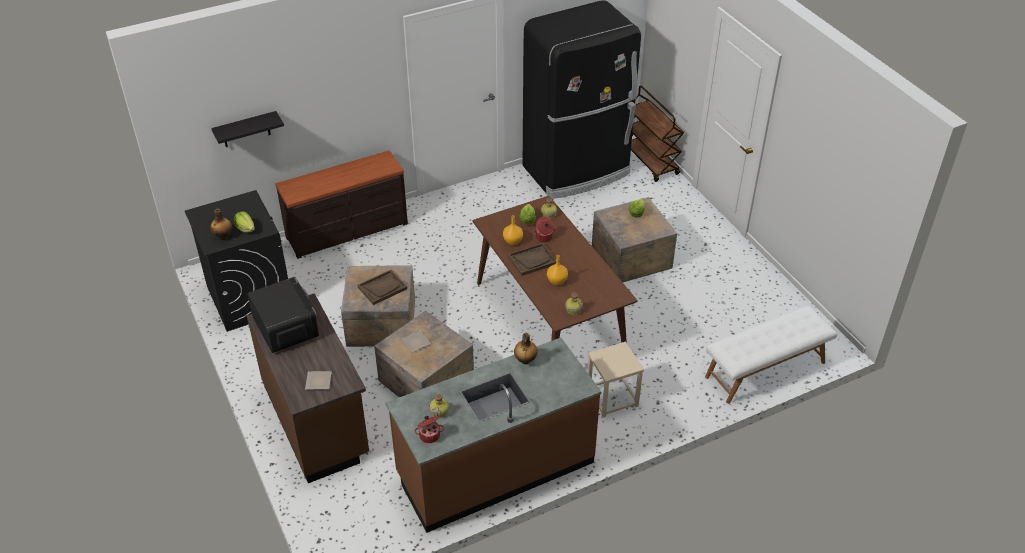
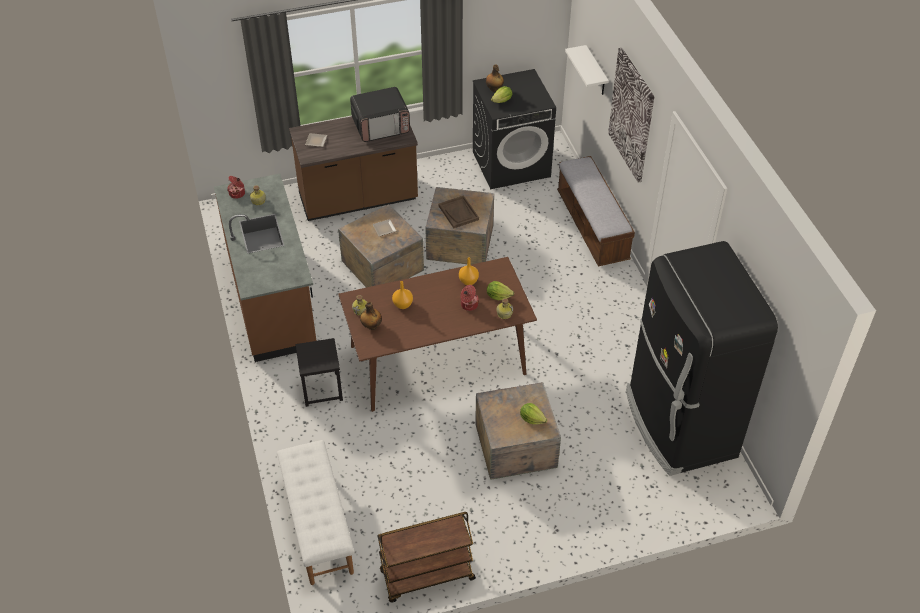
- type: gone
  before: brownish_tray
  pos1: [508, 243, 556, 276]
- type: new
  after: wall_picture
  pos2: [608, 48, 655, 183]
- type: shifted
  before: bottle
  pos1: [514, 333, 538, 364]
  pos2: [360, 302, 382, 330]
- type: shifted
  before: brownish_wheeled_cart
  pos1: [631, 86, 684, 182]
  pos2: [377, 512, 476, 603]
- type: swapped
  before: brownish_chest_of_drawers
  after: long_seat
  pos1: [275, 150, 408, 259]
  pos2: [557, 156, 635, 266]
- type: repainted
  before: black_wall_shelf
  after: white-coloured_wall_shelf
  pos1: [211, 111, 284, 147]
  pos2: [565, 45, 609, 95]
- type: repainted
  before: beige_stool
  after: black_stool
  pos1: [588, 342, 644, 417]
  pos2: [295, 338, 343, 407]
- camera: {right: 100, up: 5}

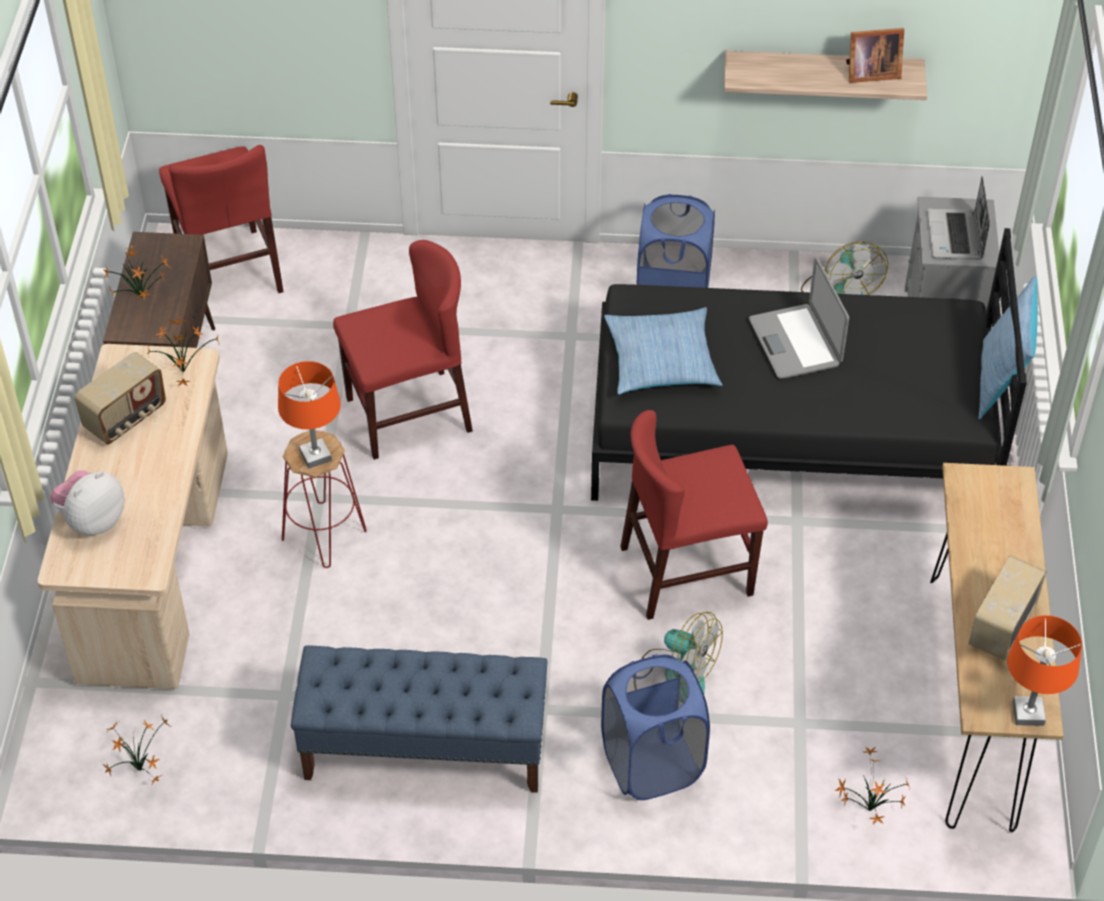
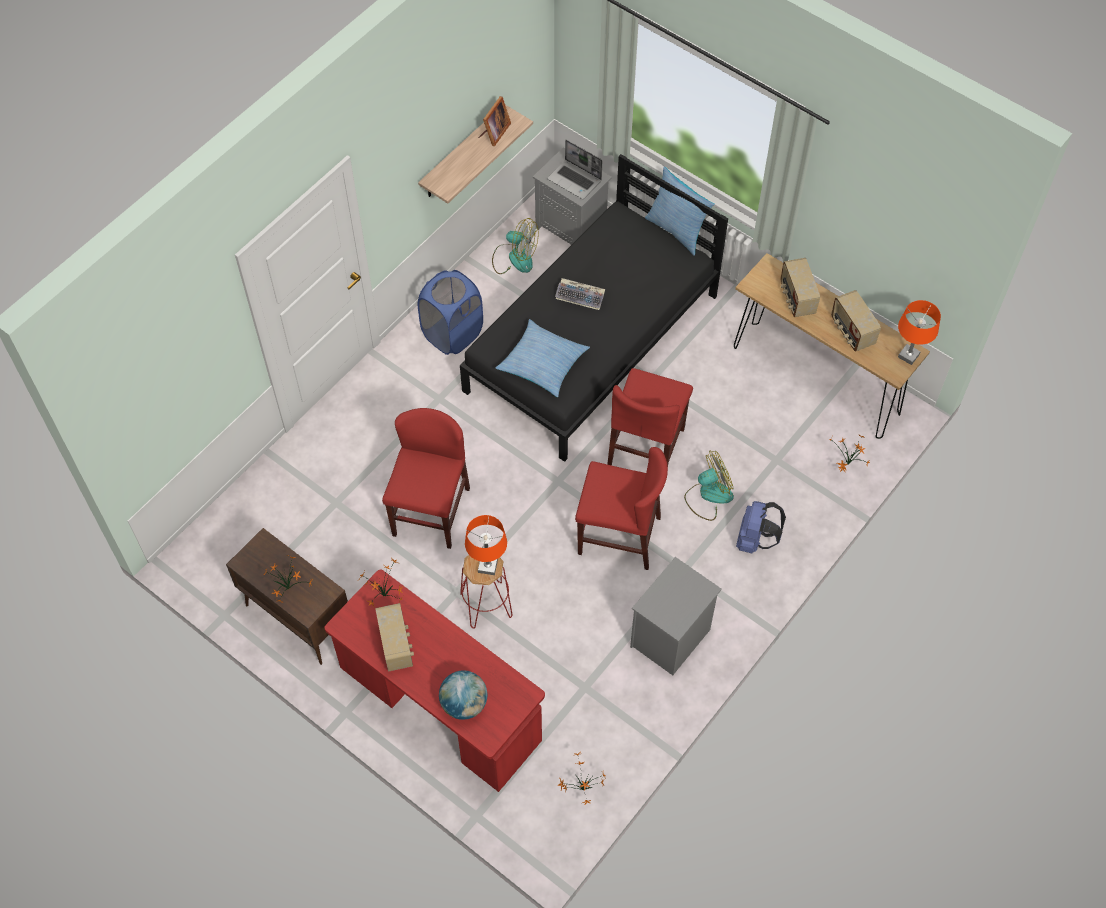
- type: new
  after: radio_receiver
  pos2: [781, 258, 820, 317]
- type: shifted
  before: red_plain_chair
  pos1: [159, 145, 284, 293]
  pos2: [575, 447, 668, 570]
- type: swapped
  before: soft_toy
  after: globe
  pos1: [50, 470, 125, 536]
  pos2: [439, 670, 487, 720]
- type: swapped
  before: blue_long_seat
  after: gray_night_table
  pos1: [291, 646, 547, 793]
  pos2: [630, 557, 722, 675]
- type: swapped
  before: blue_hamper
  after: blue_backpack
  pos1: [601, 654, 710, 800]
  pos2: [736, 501, 786, 554]
- type: swapped
  before: laptop
  after: computer_keyboard
  pos1: [749, 258, 849, 379]
  pos2: [555, 278, 605, 310]
- type: repainted
  before: beige_desk
  after: red_desk
  pos1: [37, 344, 228, 689]
  pos2: [324, 569, 545, 792]
- camera: {right: -55, up: 10}

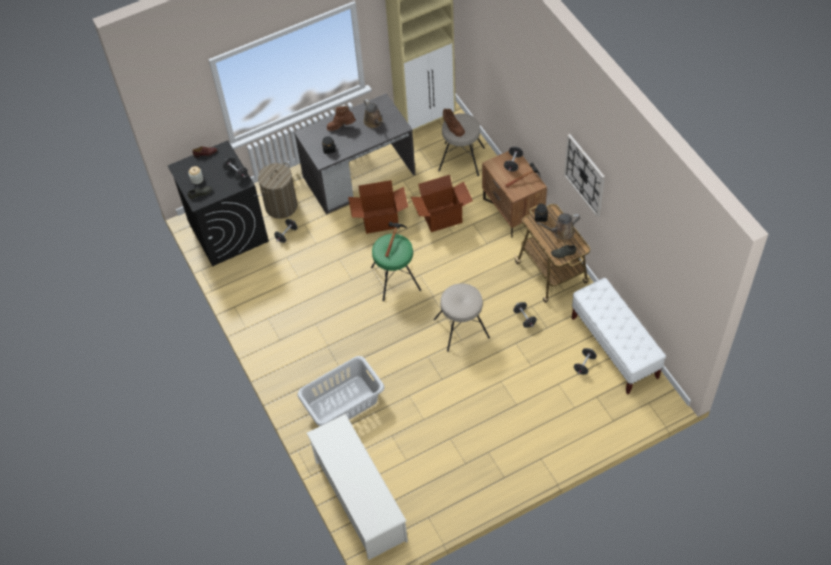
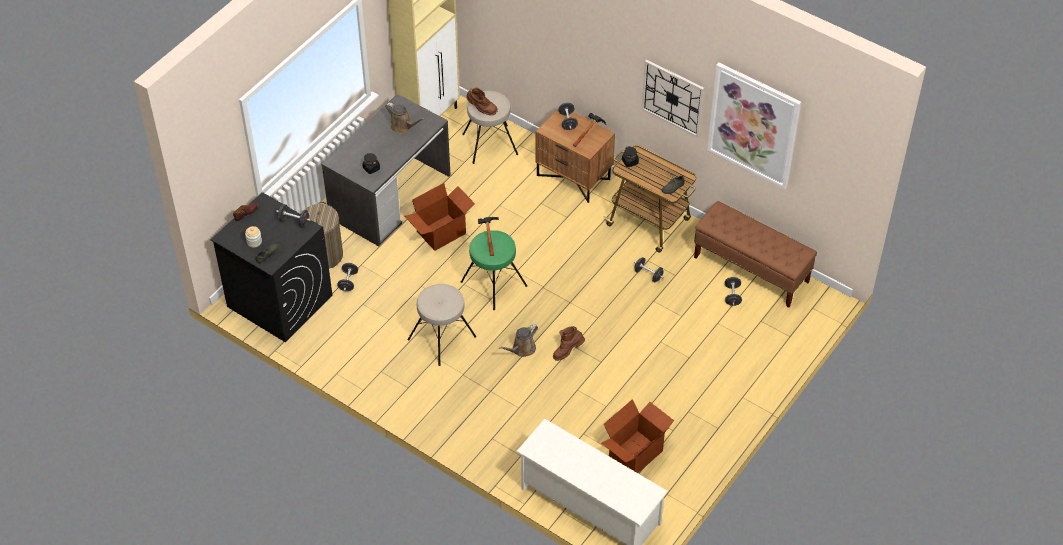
- type: gone
  before: gray_hamper
  pos1: [297, 356, 384, 426]
- type: new
  after: wall_picture
  pos2: [707, 63, 801, 189]
- type: shifted
  before: brownish_high-top_boot
  pos1: [327, 106, 356, 131]
  pos2: [553, 326, 585, 361]
- type: shifted
  before: cardboard_box
  pos1: [411, 175, 473, 232]
  pos2: [602, 399, 674, 473]
- type: shifted
  before: beige_stool
  pos1: [434, 283, 490, 352]
  pos2: [407, 284, 476, 366]
- type: shifted
  before: brownish_watering_pot
  pos1: [537, 213, 580, 240]
  pos2: [499, 324, 538, 357]
- type: repainted
  before: white-coloured_long_seat
  after: brownish_long_seat
  pos1: [572, 278, 666, 395]
  pos2: [694, 201, 817, 308]
- camera: {right: -30, up: -5}

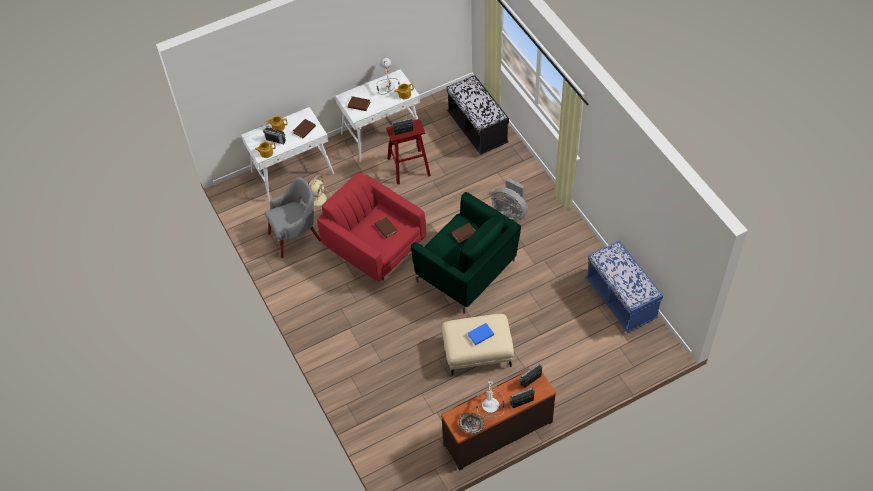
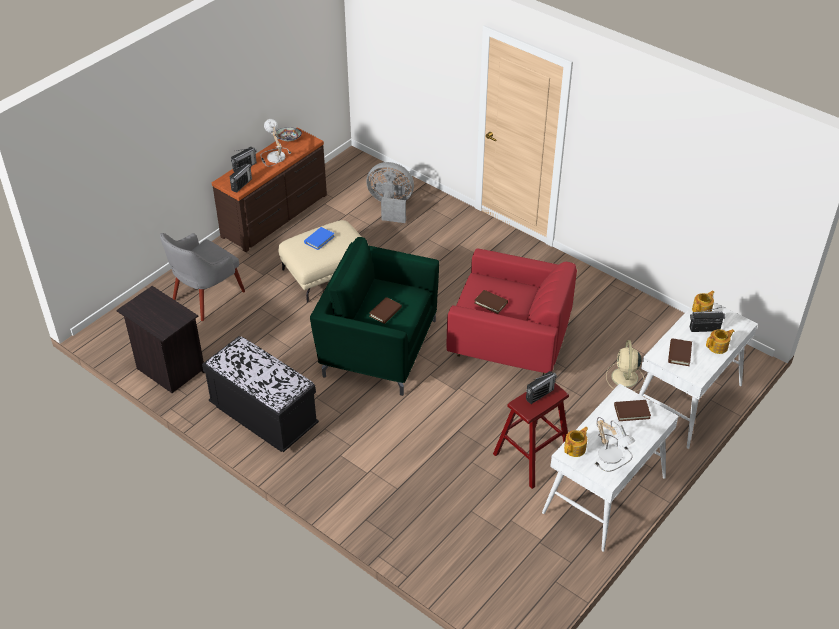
- type: shifted
  before: gray_lounge_chair
  pos1: [265, 177, 321, 258]
  pos2: [160, 233, 245, 321]
- type: shifted
  before: black_long_seat
  pos1: [447, 75, 509, 155]
  pos2: [202, 336, 319, 452]
- type: shifted
  before: gray_fan
  pos1: [491, 178, 528, 220]
  pos2: [366, 162, 414, 223]
- type: swapped
  before: blue_long_seat
  after: black_night_table
  pos1: [586, 241, 663, 332]
  pos2: [116, 286, 205, 393]
- camera: {right: 155, up: -10}

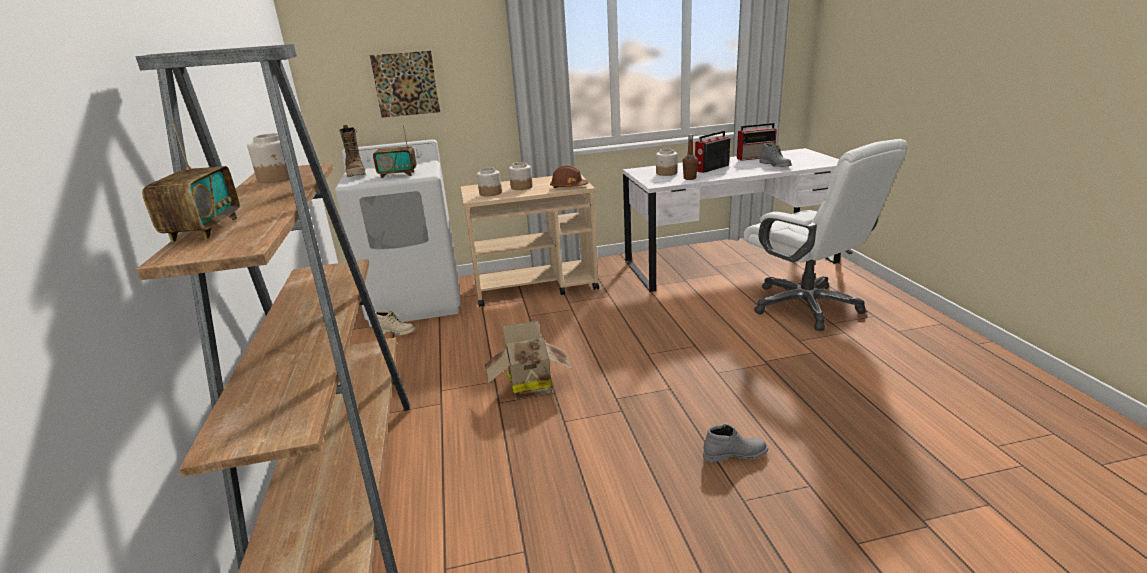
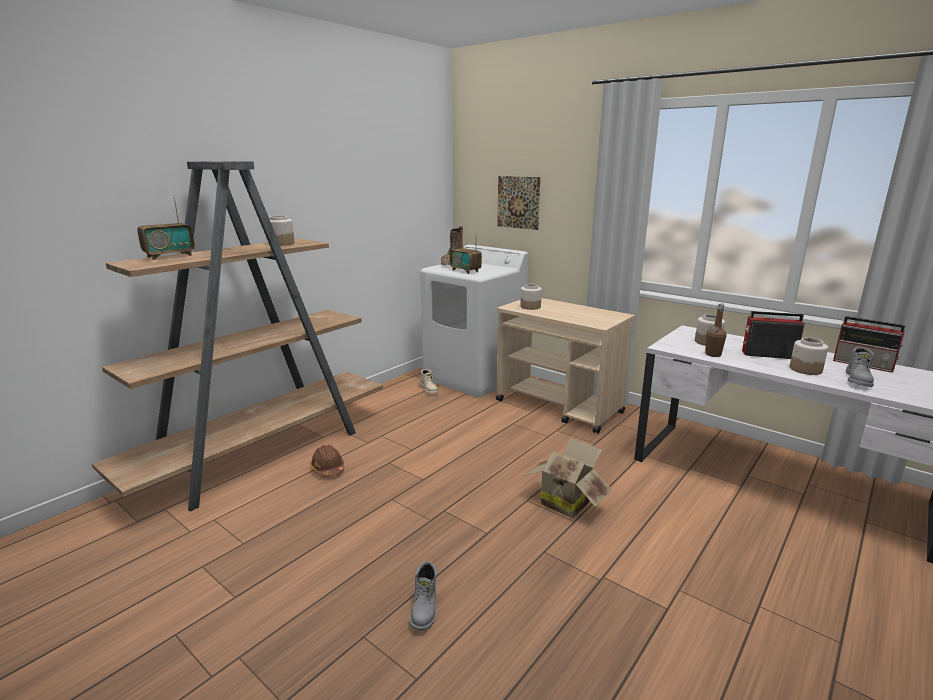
- type: gone
  before: white-coloured_office_chair
  pos1: [743, 139, 908, 331]
- type: shifted
  before: cardboard_box
  pos1: [485, 321, 572, 399]
  pos2: [524, 438, 612, 518]
- type: shifted
  before: storage_jar
  pos1: [509, 162, 533, 190]
  pos2: [790, 337, 828, 375]
- type: shifted
  before: brownish_hard_hat
  pos1: [550, 165, 589, 188]
  pos2: [310, 445, 344, 477]
- type: rotated
  before: gray_high-top_boot
  pos1: [703, 424, 768, 463]
  pos2: [409, 561, 437, 631]
  turn: 45
- camera: {right: 50, up: -5}

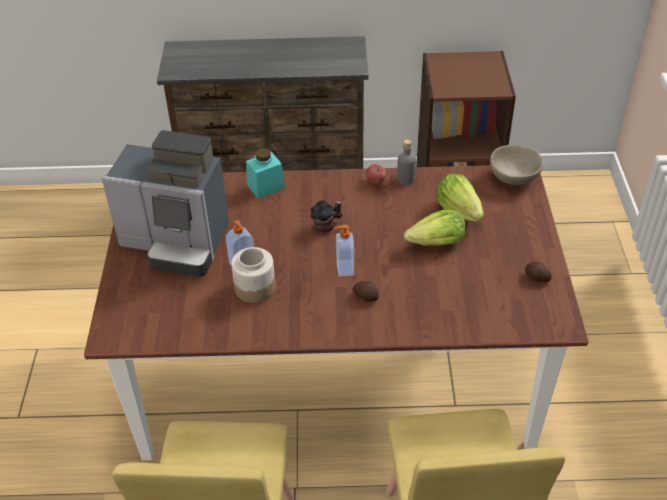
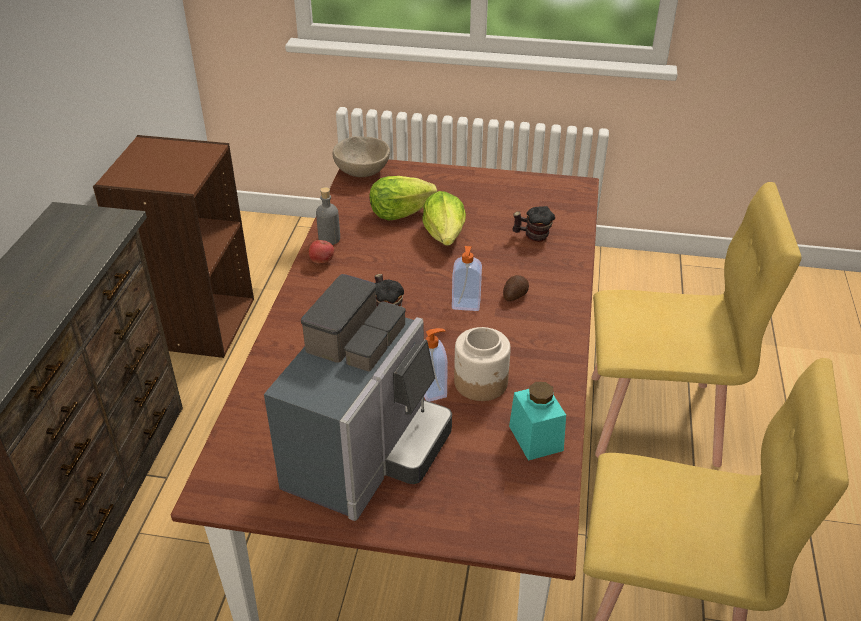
- type: gone
  before: whole_potato
  pos1: [525, 262, 552, 282]
- type: new
  after: coffee_mug
  pos2: [513, 206, 555, 242]
- type: shifted
  before: turquoise-coloured_storage_jar
  pos1: [246, 148, 285, 199]
  pos2: [509, 382, 566, 461]
- camera: {right: -80, up: -5}

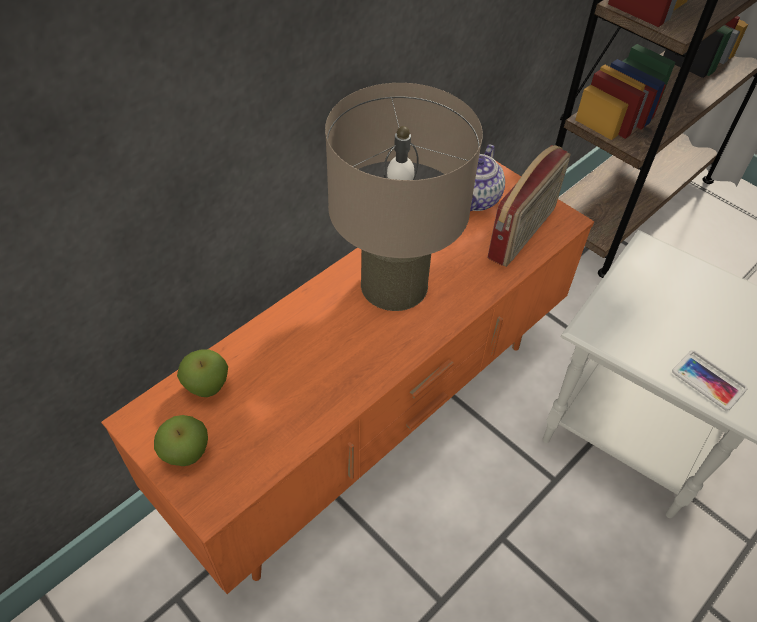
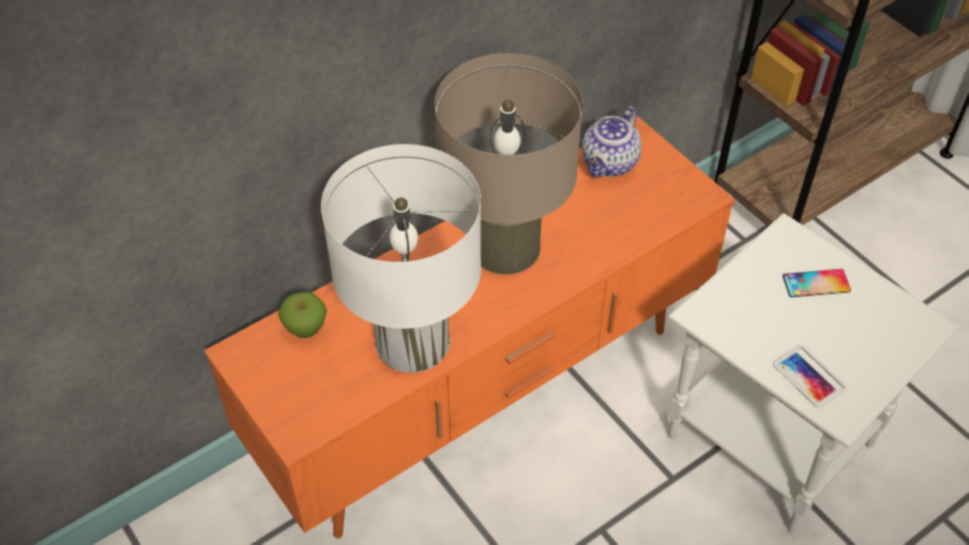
- type: gone
  before: whole_apple
  pos1: [154, 415, 208, 466]
- type: gone
  before: radio_receiver
  pos1: [488, 145, 570, 267]
- type: new
  after: white-coloured_tabletop_lamp
  pos2: [321, 144, 481, 373]
- type: new
  after: phone
  pos2: [783, 269, 851, 297]
- camera: {right: 10, up: 0}

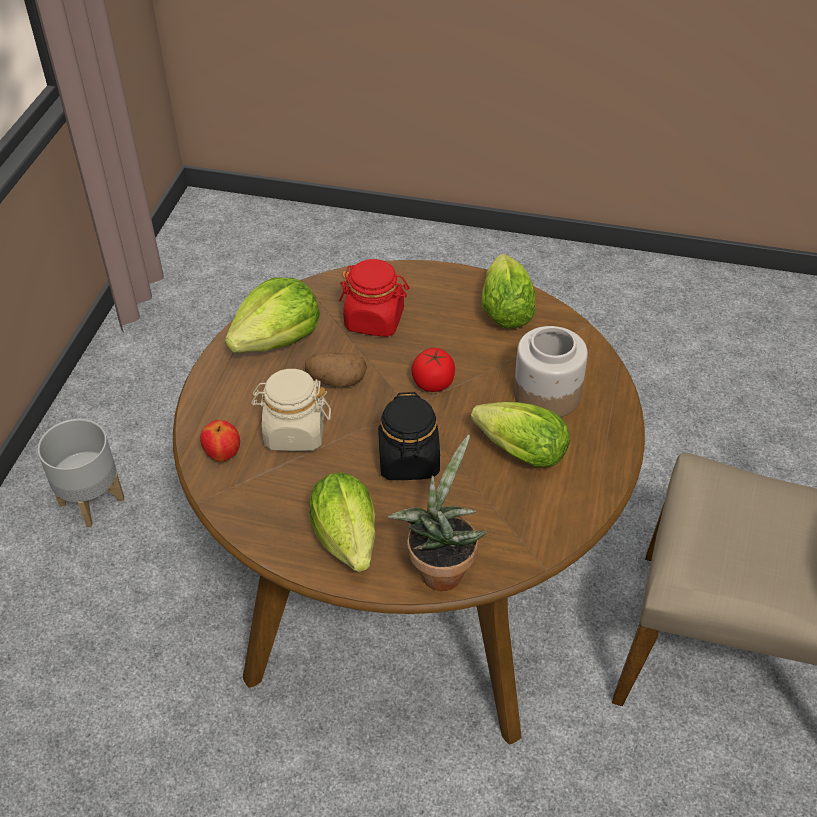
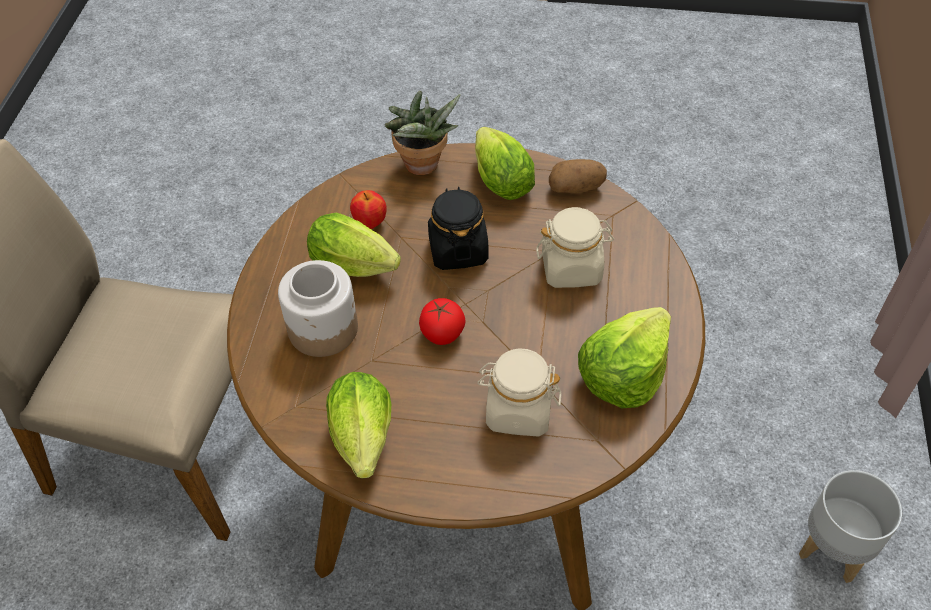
- type: shifted
  before: whole_apple
  pos1: [200, 420, 240, 462]
  pos2: [350, 190, 387, 229]
- type: shifted
  before: whole_potato
  pos1: [305, 352, 367, 387]
  pos2: [549, 159, 607, 194]
- type: repainted
  before: red_storage_jar
  after: beige_storage_jar
  pos1: [339, 259, 409, 337]
  pos2: [477, 348, 562, 437]
- camera: {right: 175, up: 5}

